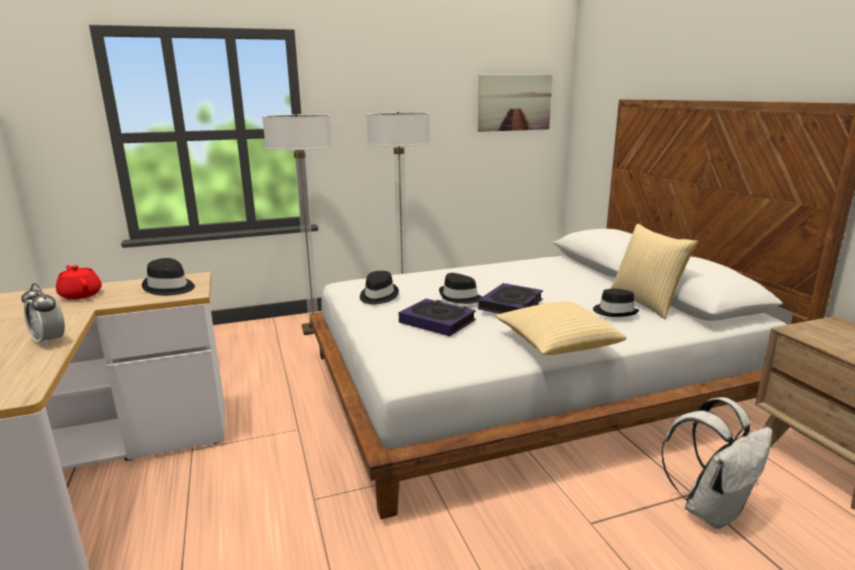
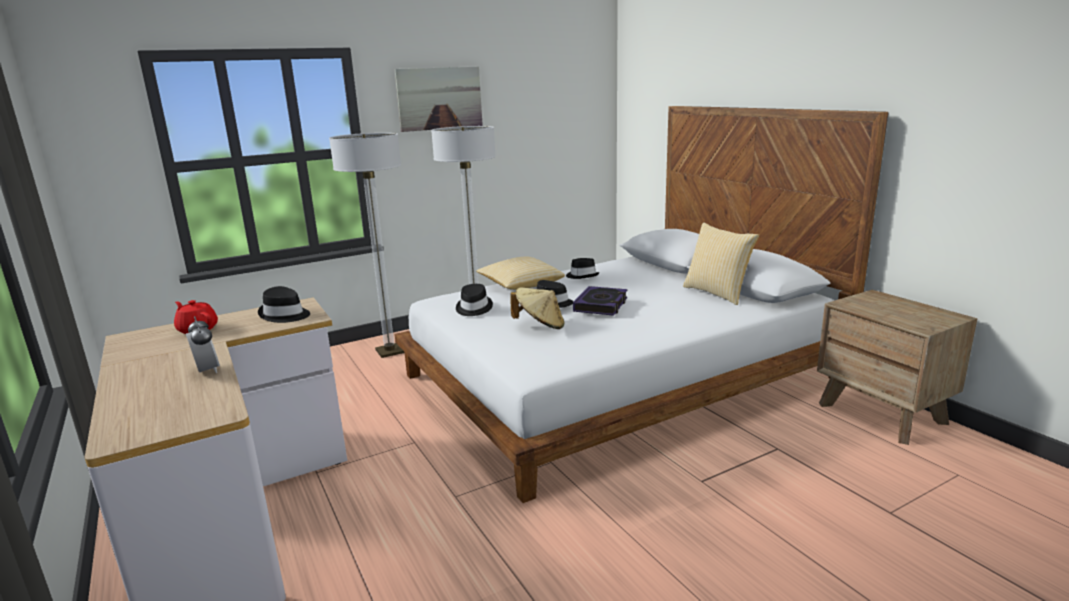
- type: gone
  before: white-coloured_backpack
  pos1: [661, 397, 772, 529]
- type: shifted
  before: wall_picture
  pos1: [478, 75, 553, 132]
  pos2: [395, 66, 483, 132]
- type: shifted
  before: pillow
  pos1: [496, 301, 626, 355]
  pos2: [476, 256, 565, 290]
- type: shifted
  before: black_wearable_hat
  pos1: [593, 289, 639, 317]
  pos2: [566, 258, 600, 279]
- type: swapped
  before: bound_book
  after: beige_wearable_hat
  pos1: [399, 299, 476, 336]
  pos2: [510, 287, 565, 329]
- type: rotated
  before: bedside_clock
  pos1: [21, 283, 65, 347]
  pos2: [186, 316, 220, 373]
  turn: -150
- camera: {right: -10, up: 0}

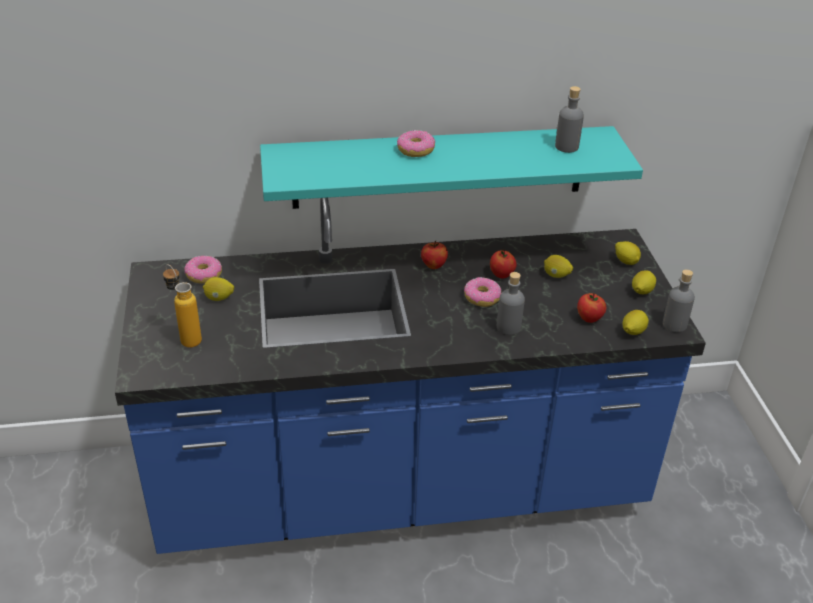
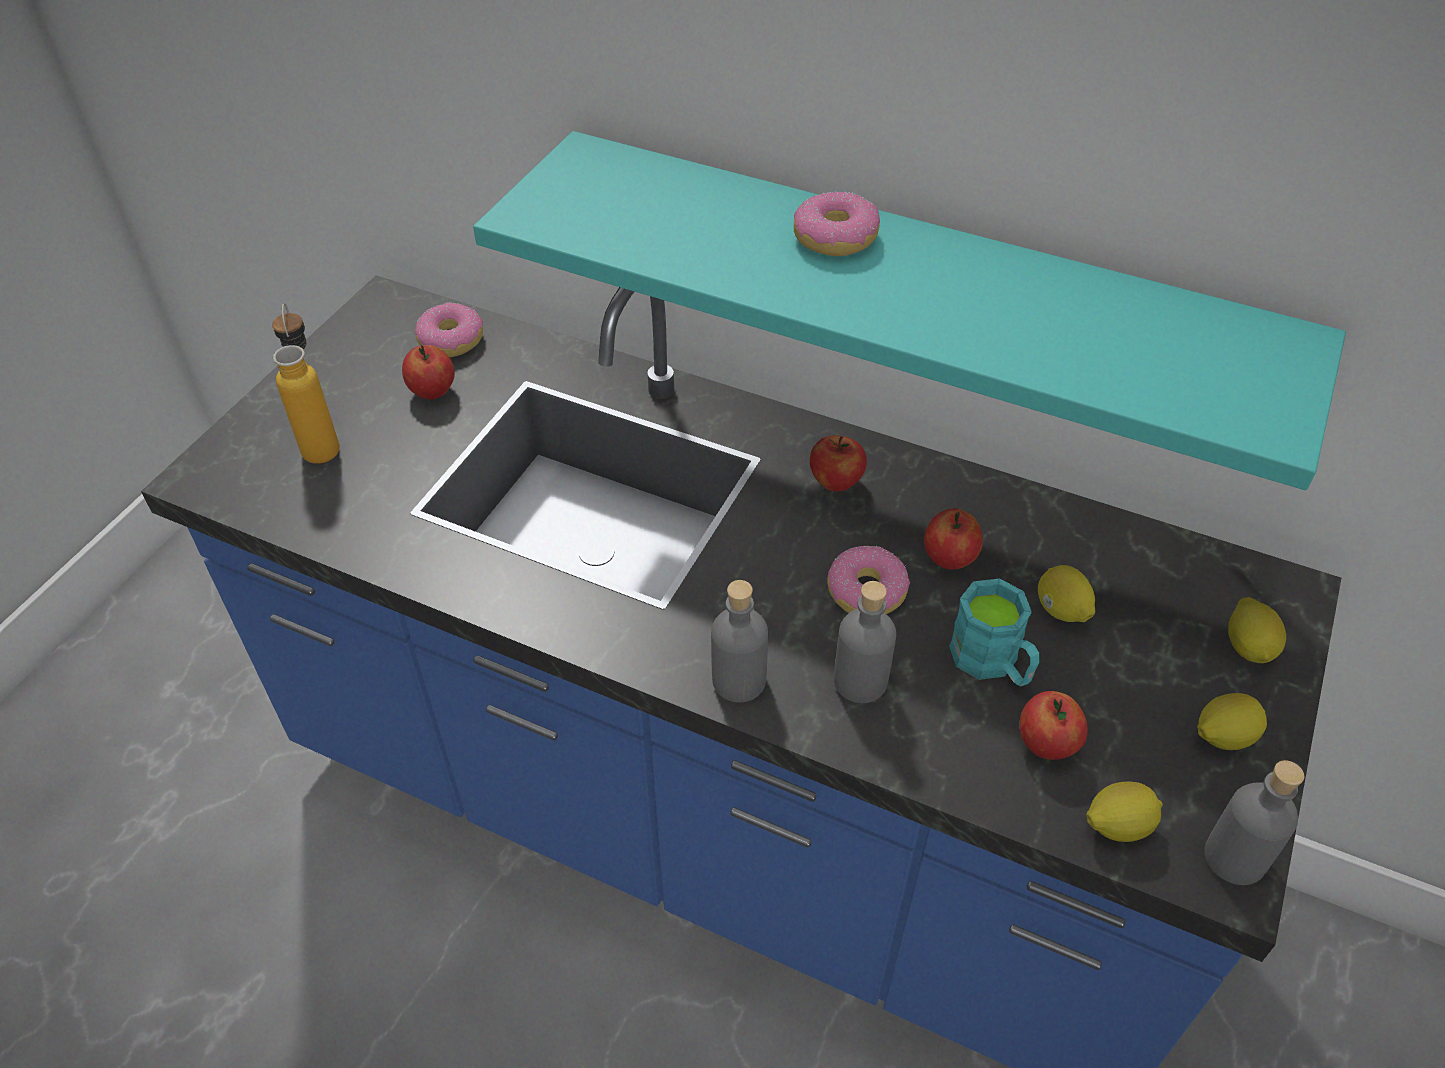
- type: new
  after: turquoise-coloured_coffee_mug
  pos2: [949, 579, 1039, 687]
- type: shifted
  before: gray_bottle
  pos1: [555, 86, 584, 153]
  pos2: [711, 580, 768, 703]
- type: swapped
  before: lemon
  after: whole_apple
  pos1: [203, 277, 234, 301]
  pos2: [402, 345, 455, 399]
- camera: {right: 35, up: 10}

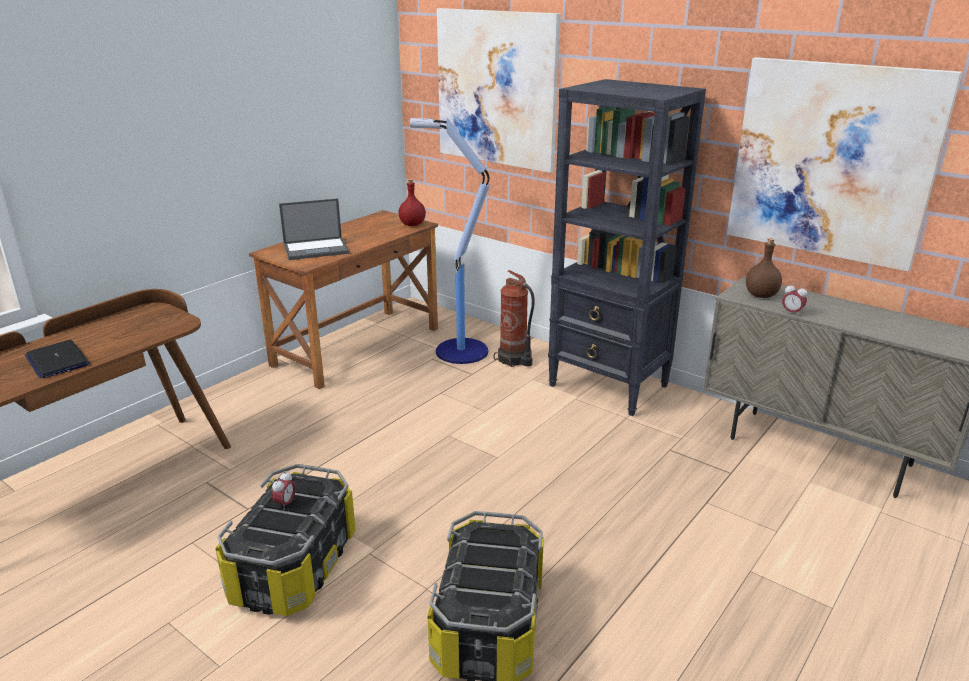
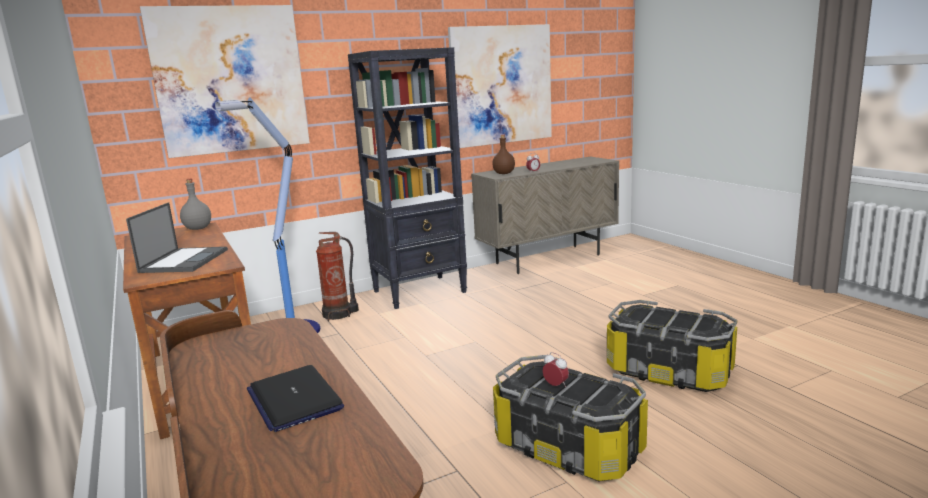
- type: repainted
  before: red_bottle
  after: gray_bottle
  pos1: [399, 179, 426, 226]
  pos2: [180, 179, 211, 230]
- type: rotated
  before: laptop
  pos1: [25, 340, 89, 378]
  pos2: [247, 365, 344, 432]
  turn: 75
- camera: {right: -65, up: -10}

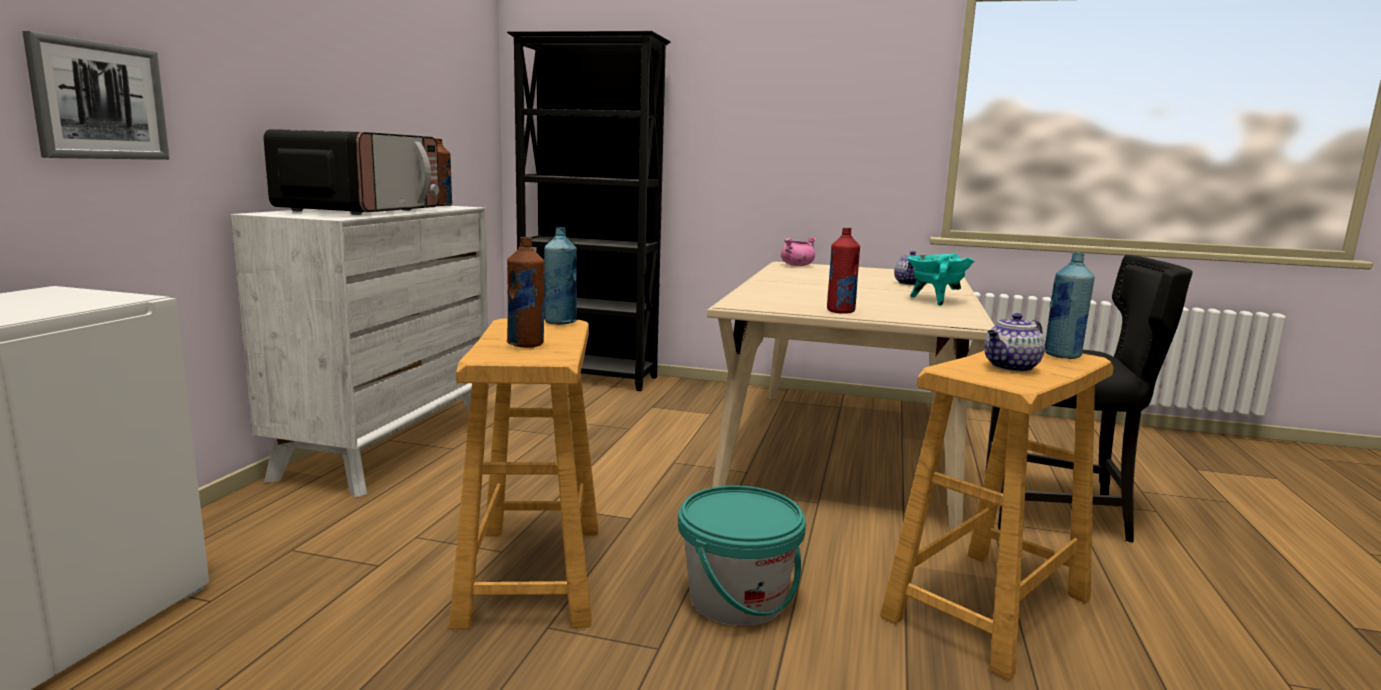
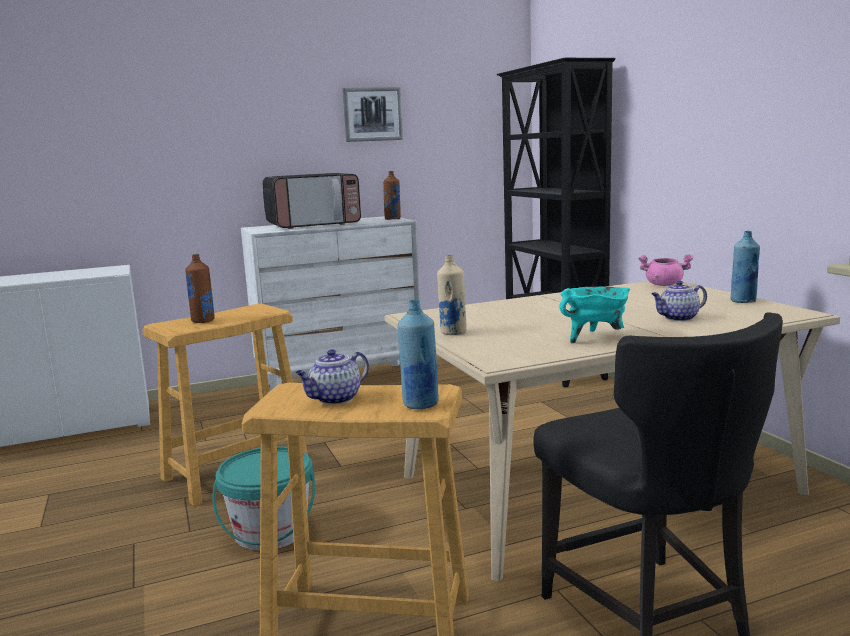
- type: shifted
  before: wall_picture
  pos1: [22, 31, 170, 160]
  pos2: [343, 87, 403, 142]
- type: shifted
  before: blue_bottle
  pos1: [544, 227, 577, 325]
  pos2: [730, 231, 760, 303]
- type: repainted
  before: red_bottle
  after: beige_bottle
  pos1: [827, 227, 860, 314]
  pos2: [437, 255, 467, 335]
- type: rotated
  before: teapot
  pos1: [984, 313, 1045, 372]
  pos2: [295, 349, 369, 405]
  turn: -60
- camera: {right: 55, up: 0}

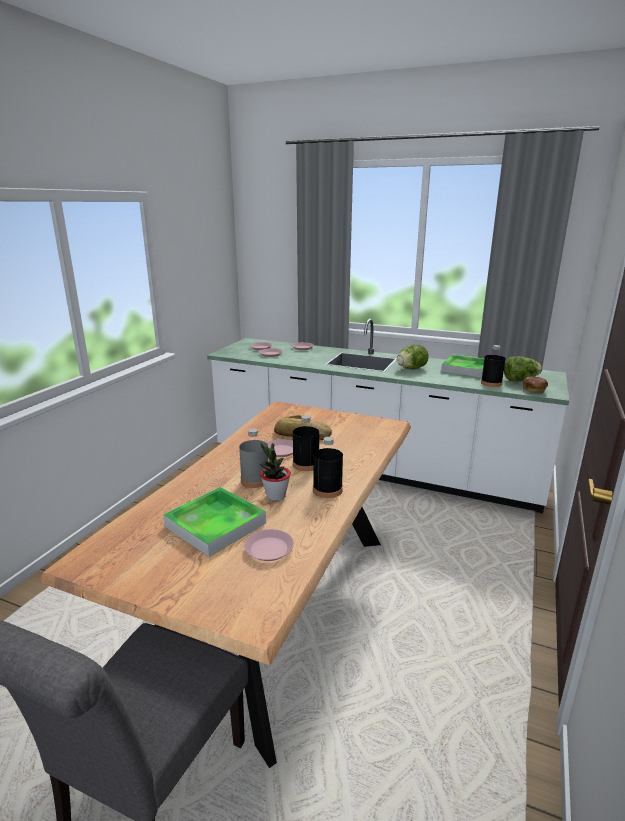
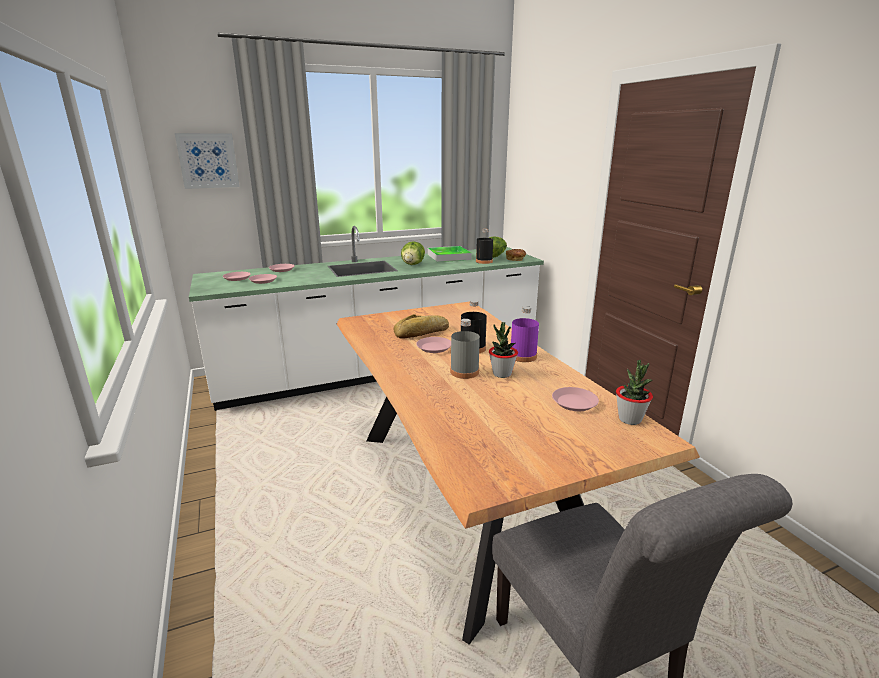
- type: gone
  before: tray
  pos1: [163, 487, 266, 557]
- type: new
  after: wall_picture
  pos2: [175, 133, 240, 189]
- type: new
  after: plant_in_a_pot
  pos2: [616, 360, 653, 425]
- type: repainted
  before: black_bottle
  after: purplish_bottle
  pos1: [313, 437, 343, 498]
  pos2: [511, 306, 539, 362]
- camera: {right: -45, up: 0}

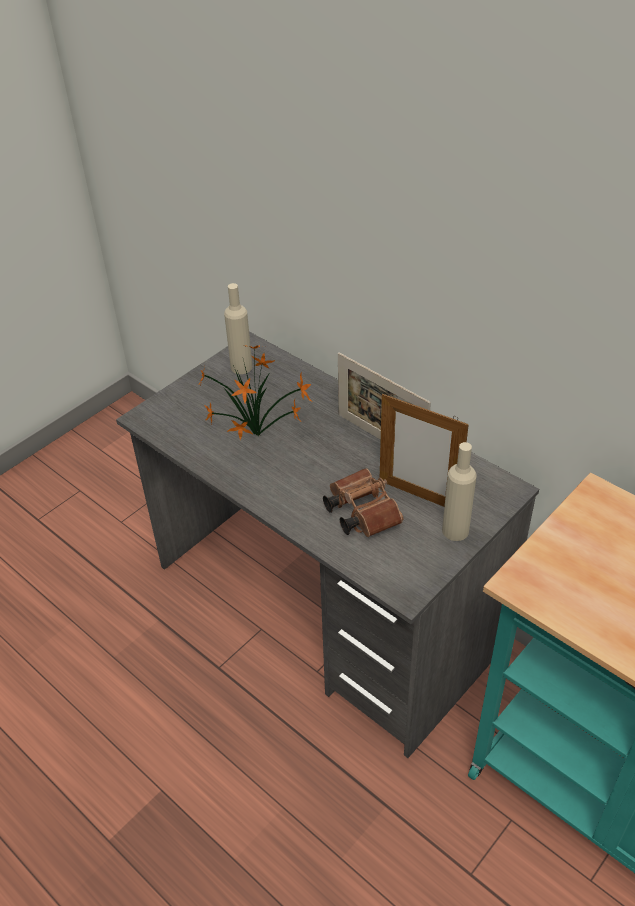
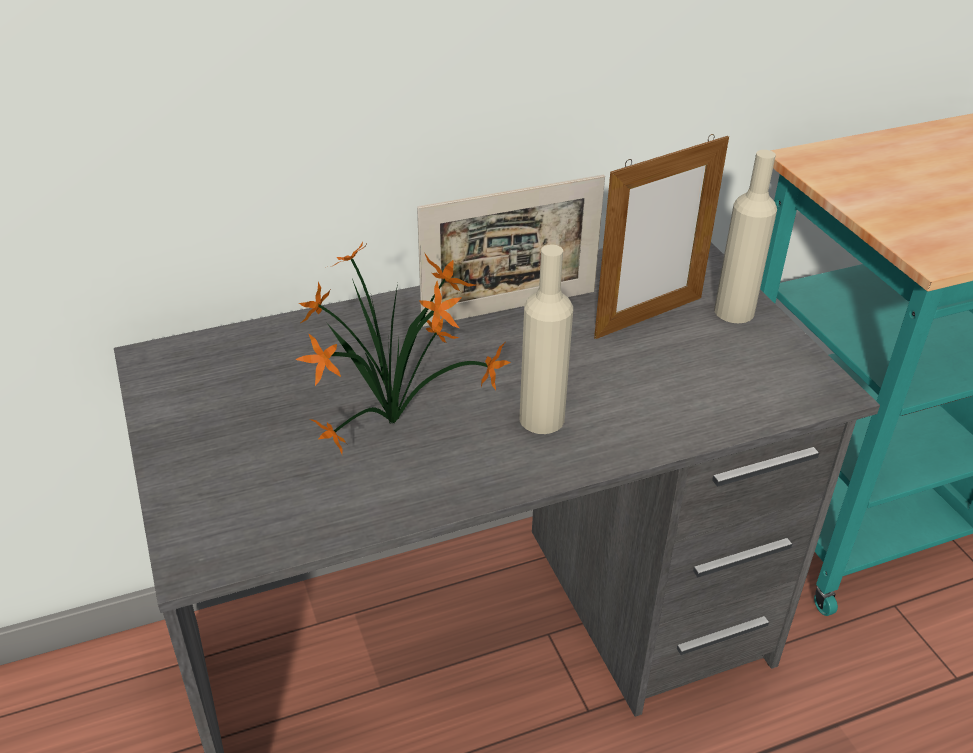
- type: gone
  before: brownish_pair_of_binoculars
  pos1: [323, 468, 404, 537]
- type: shifted
  before: beige_bottle
  pos1: [224, 283, 253, 374]
  pos2: [519, 244, 573, 434]
- camera: {right: -65, up: -5}

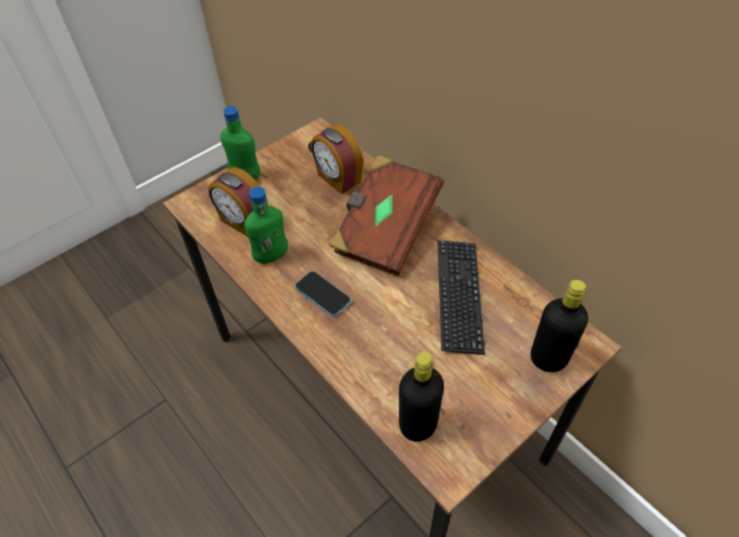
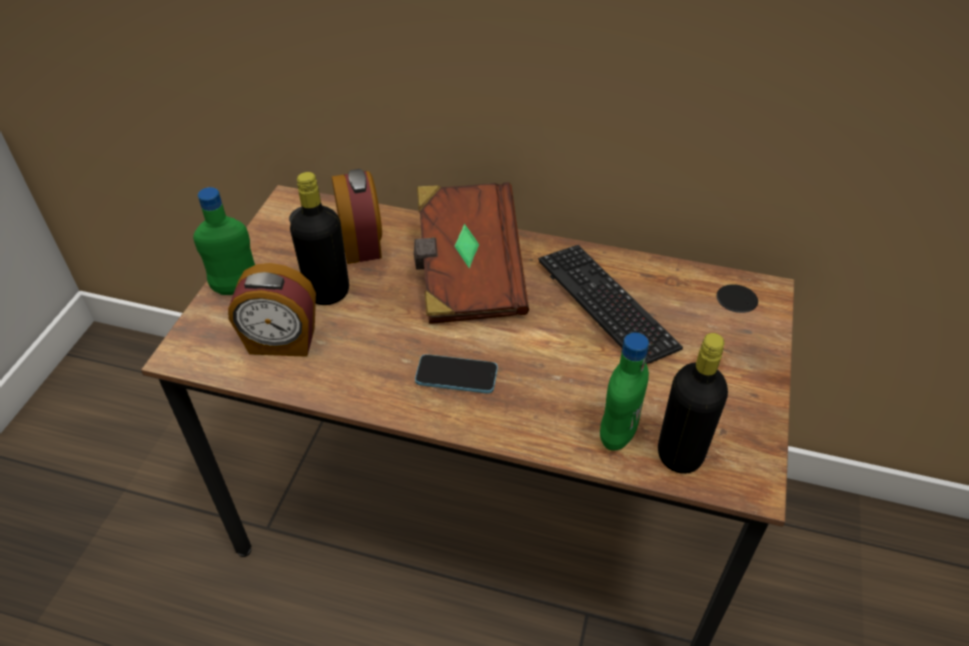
- type: shifted
  before: green_bottle
  pos1: [244, 187, 288, 264]
  pos2: [600, 332, 649, 451]
- type: shifted
  before: black_bottle
  pos1: [531, 280, 588, 372]
  pos2: [290, 172, 349, 305]
- type: rotated
  before: bedside_clock
  pos1: [311, 125, 363, 194]
  pos2: [332, 169, 382, 264]
  turn: -120
- camera: {right: -35, up: -5}

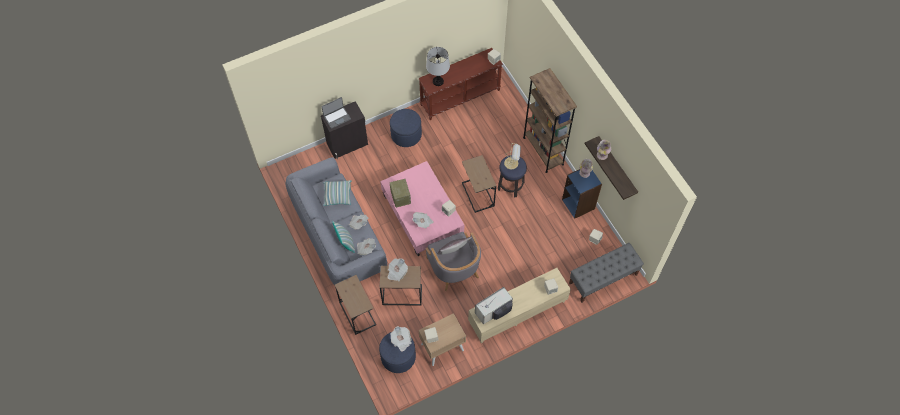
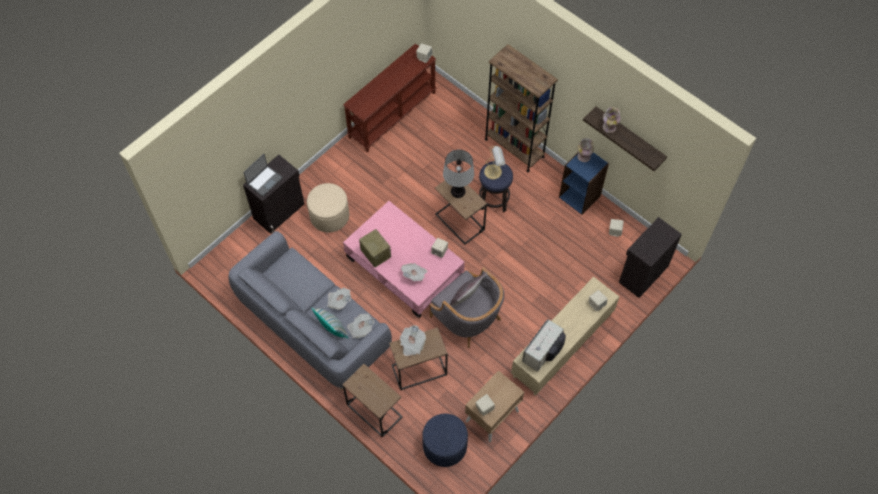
- type: gone
  before: pillow
  pos1: [323, 180, 351, 206]
- type: gone
  before: blue_pouffe
  pos1: [390, 109, 422, 147]
- type: gone
  before: newspaper
  pos1: [390, 326, 412, 352]
- type: new
  after: beige_pouffe
  pos2: [307, 183, 349, 232]
- type: shifted
  before: tabletop_lamp
  pos1: [426, 47, 450, 86]
  pos2: [443, 150, 474, 198]
- type: swapped
  before: gray_long_seat
  after: black_cupboard
  pos1: [569, 243, 644, 303]
  pos2: [619, 217, 682, 298]
- camera: {right: -20, up: 0}

